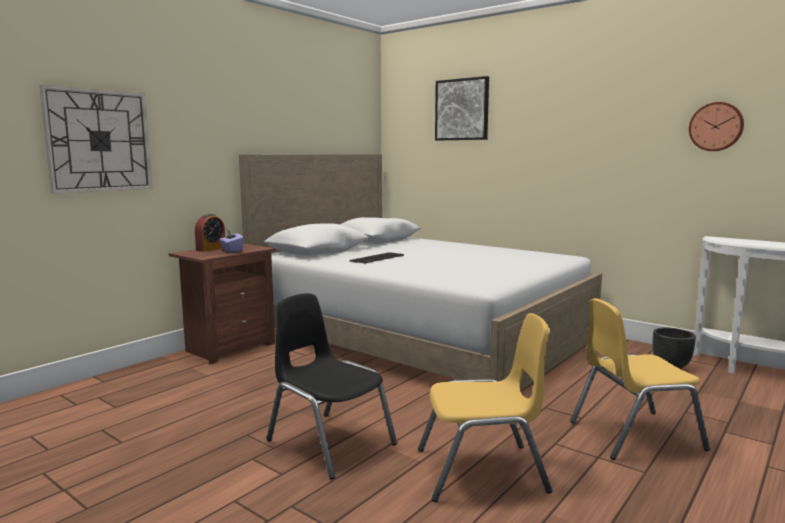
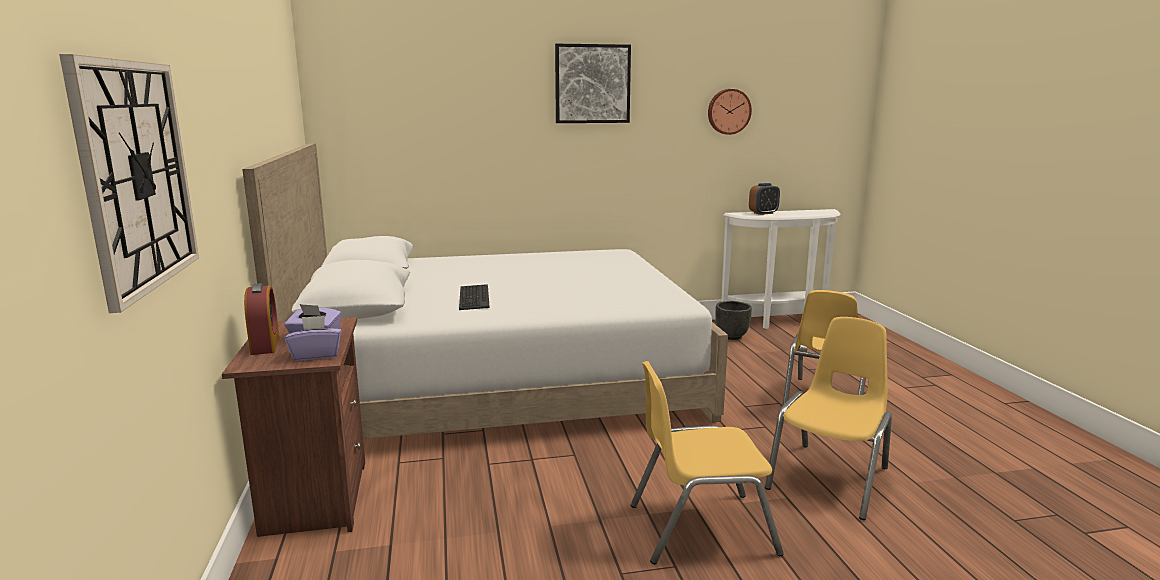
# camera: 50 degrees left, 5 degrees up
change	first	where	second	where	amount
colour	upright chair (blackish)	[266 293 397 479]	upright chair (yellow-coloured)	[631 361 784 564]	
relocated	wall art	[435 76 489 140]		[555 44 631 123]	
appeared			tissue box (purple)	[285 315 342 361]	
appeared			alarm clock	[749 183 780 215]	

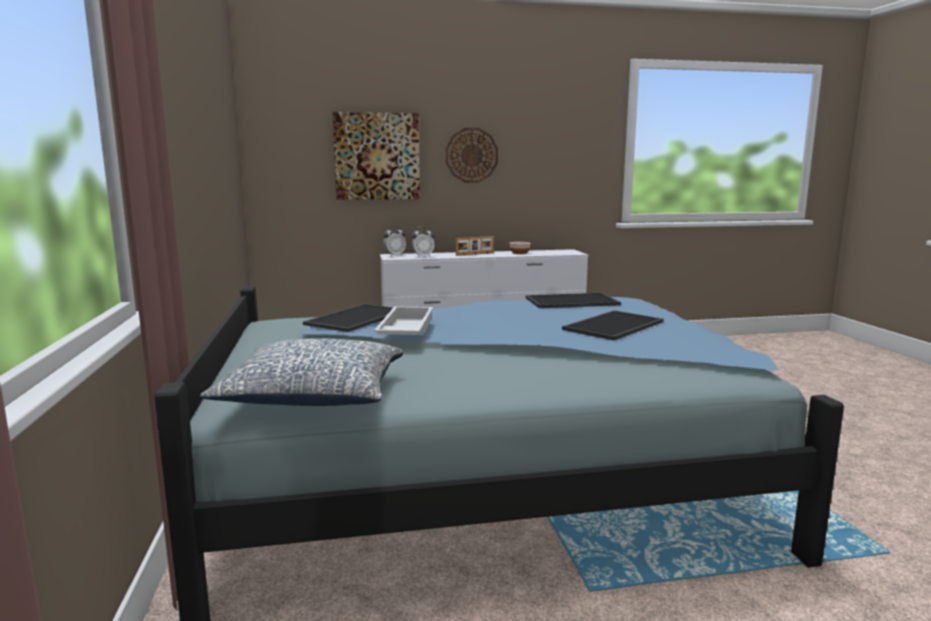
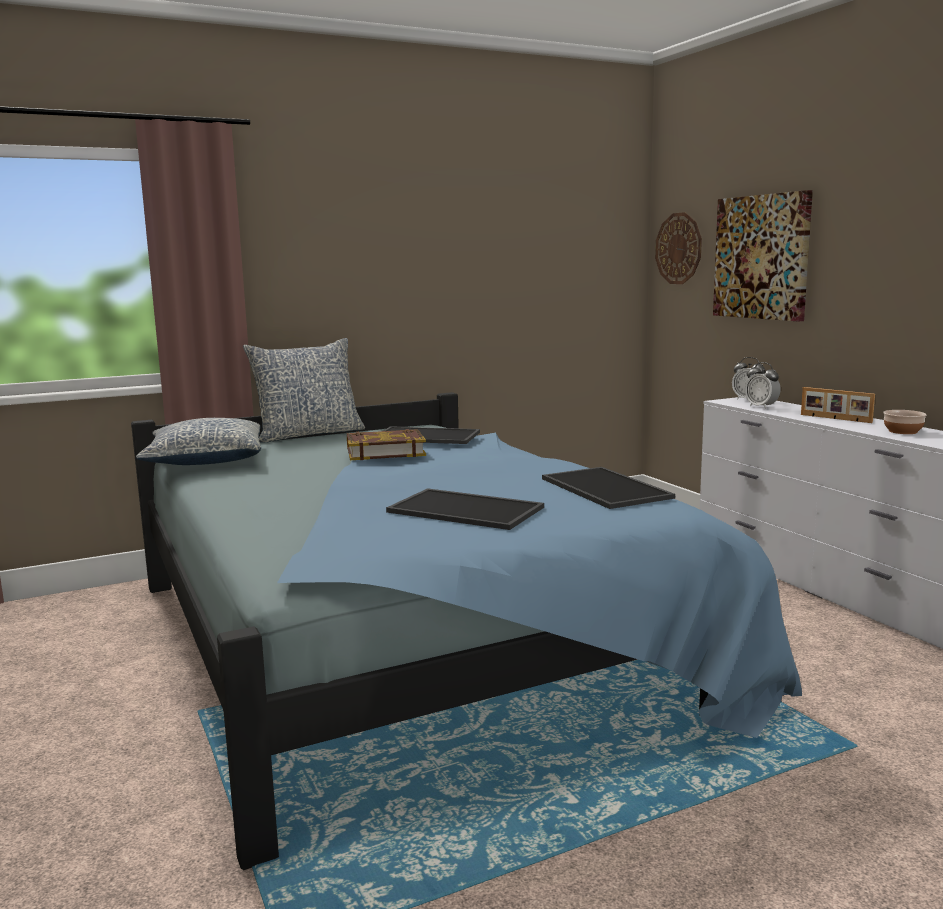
# camera: 75 degrees right, 0 degrees up
change	first	where	second	where	amount
exchanged	tray (white)	[374 306 433 335]	volume	[347 429 426 460]	
relocated	wall clock	[446 128 498 183]		[655 212 702 284]	
appeared			throw pillow	[243 338 365 443]	

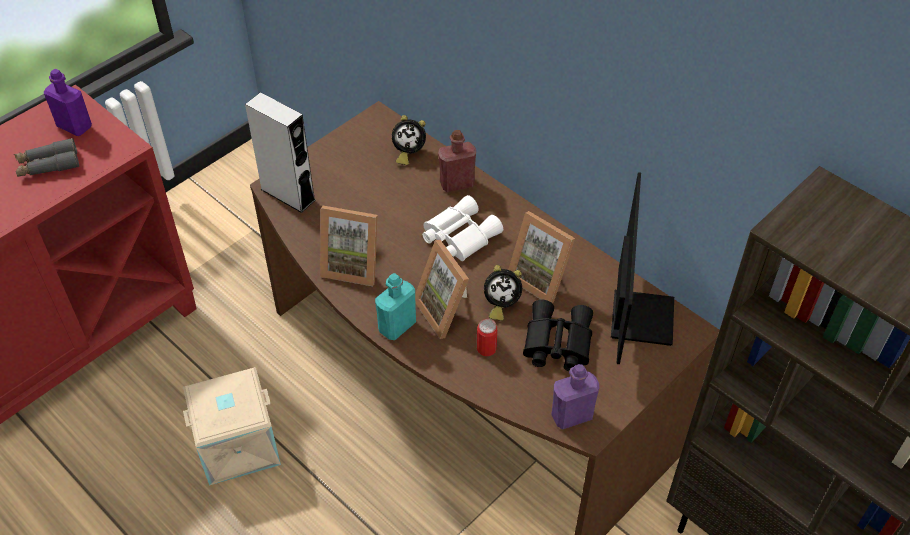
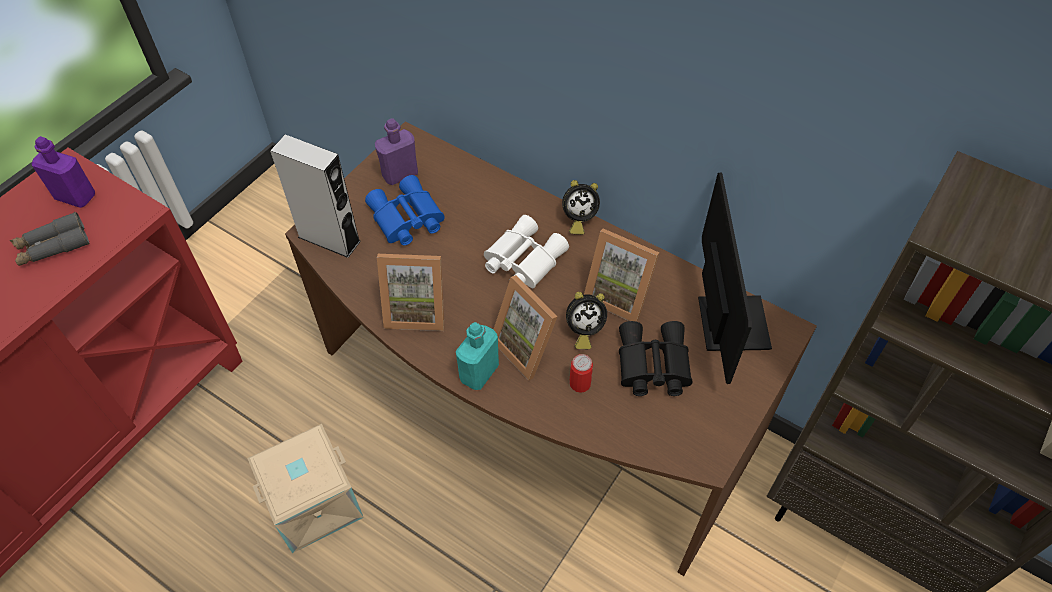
# camera: 10 degrees left, 5 degrees up
change	first	where	second	where	amount
relocated	alarm clock	[392 115 426 165]		[562 180 600 235]	
missing	bottle (red)	[438 130 476 192]			
relocated	bottle (purple)	[552 364 599 429]		[375 119 418 185]	
appeared			binoculars (blue)	[365 175 445 245]	

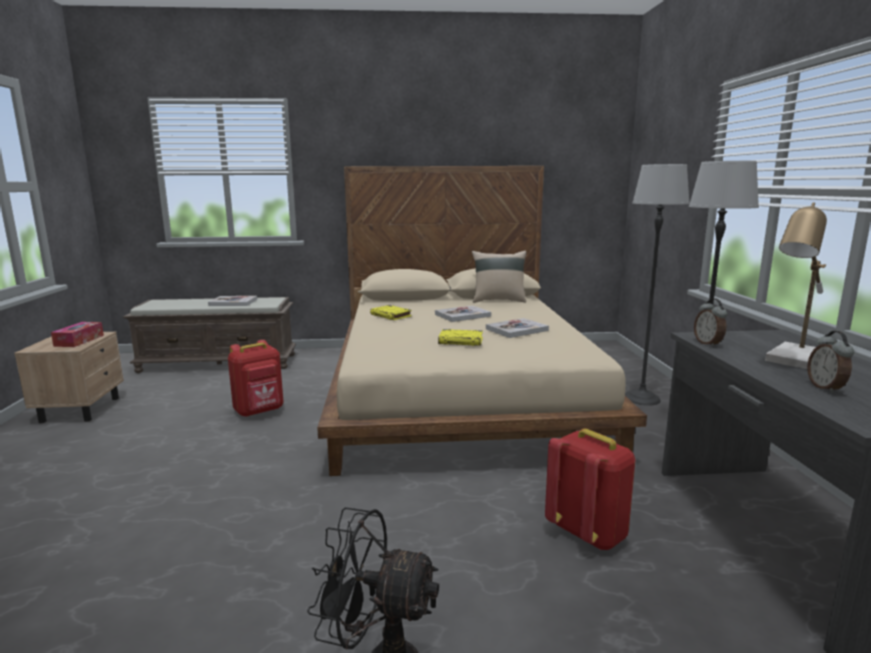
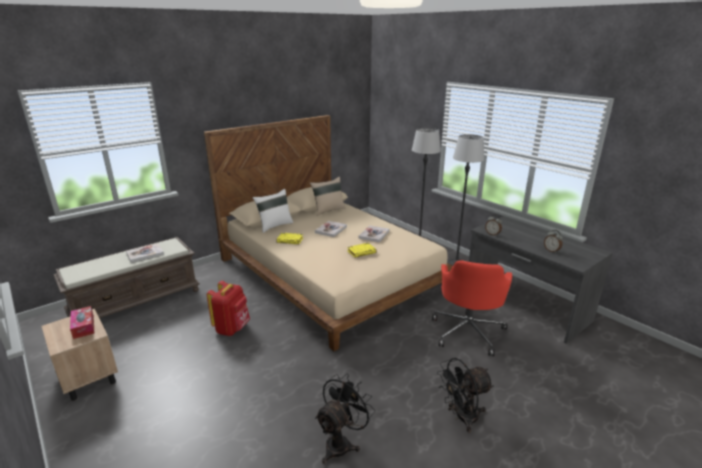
# camera: 35 degrees left, 10 degrees up
change	first	where	second	where	amount
exchanged	backpack (red)	[545 429 635 550]	office chair (red)	[432 260 512 356]	
missing	table lamp	[765 202 827 369]			
appeared			throw pillow (white)	[253 189 293 233]	
appeared			cooling fan (blackish)	[315 374 375 464]	

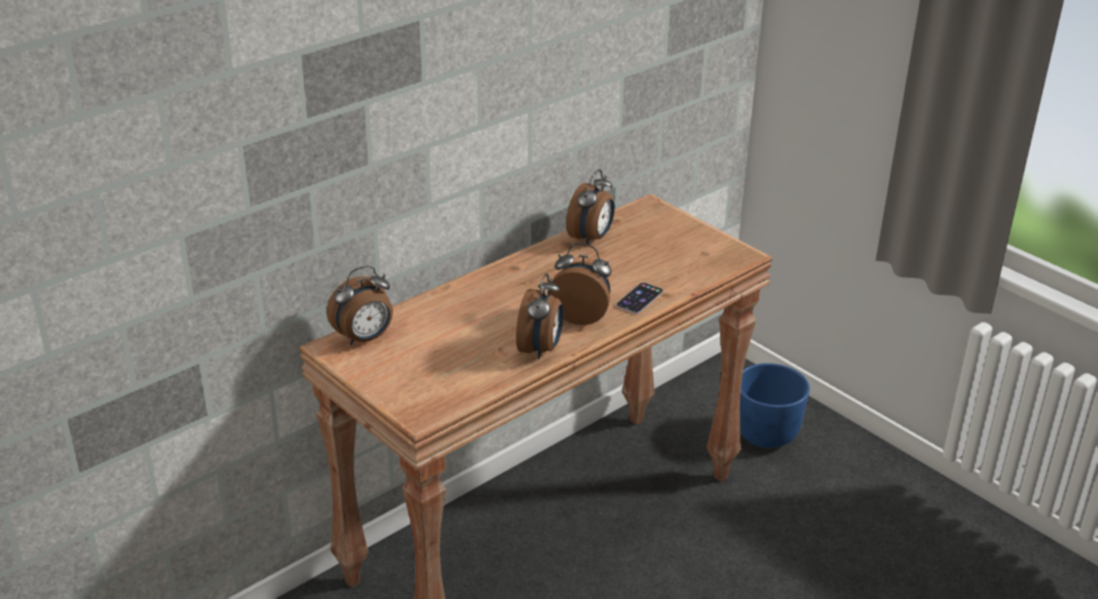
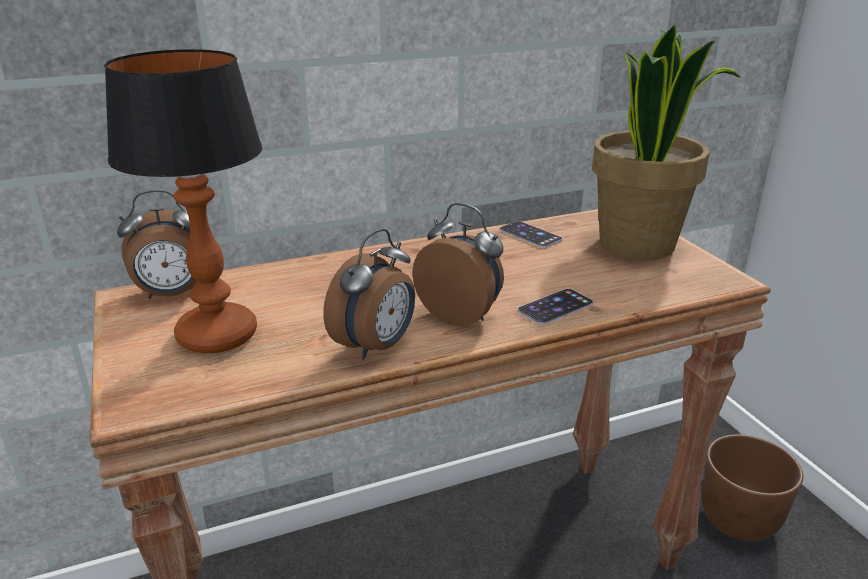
# camera: 20 degrees right, 5 degrees down
change	first	where	second	where	amount
exchanged	alarm clock	[566 169 615 244]	phone	[500 221 563 248]	
colour	plant pot (blue)	[740 363 810 448]	plant pot (brownish)	[701 434 803 542]	
appeared			table lamp	[104 49 262 353]	
appeared			houseplant	[592 25 741 261]	

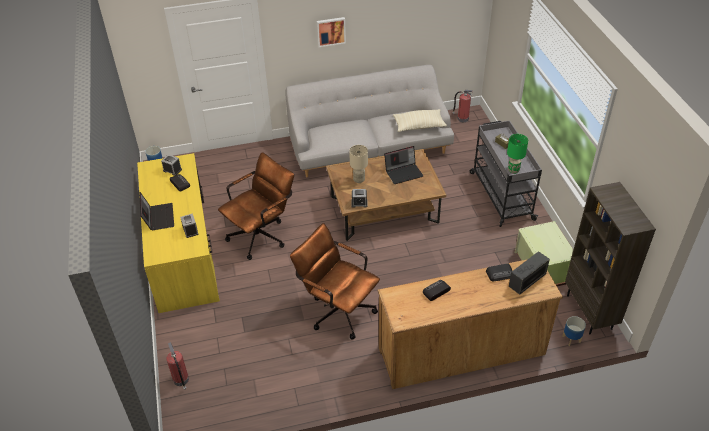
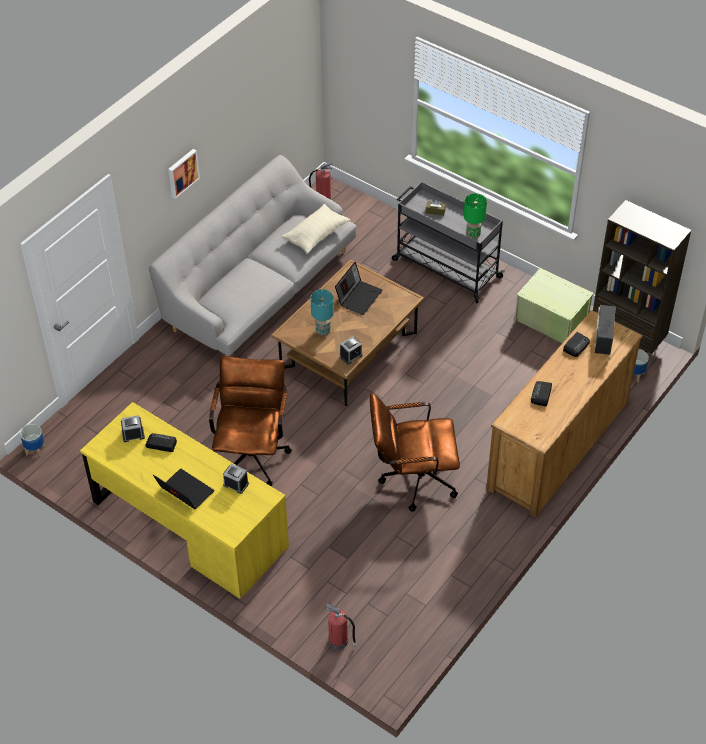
# camera: 40 degrees left, 5 degrees up
change	first	where	second	where	amount
colour	table lamp (beige)	[349 145 368 183]	table lamp (turquoise-coloured)	[311 289 334 336]	

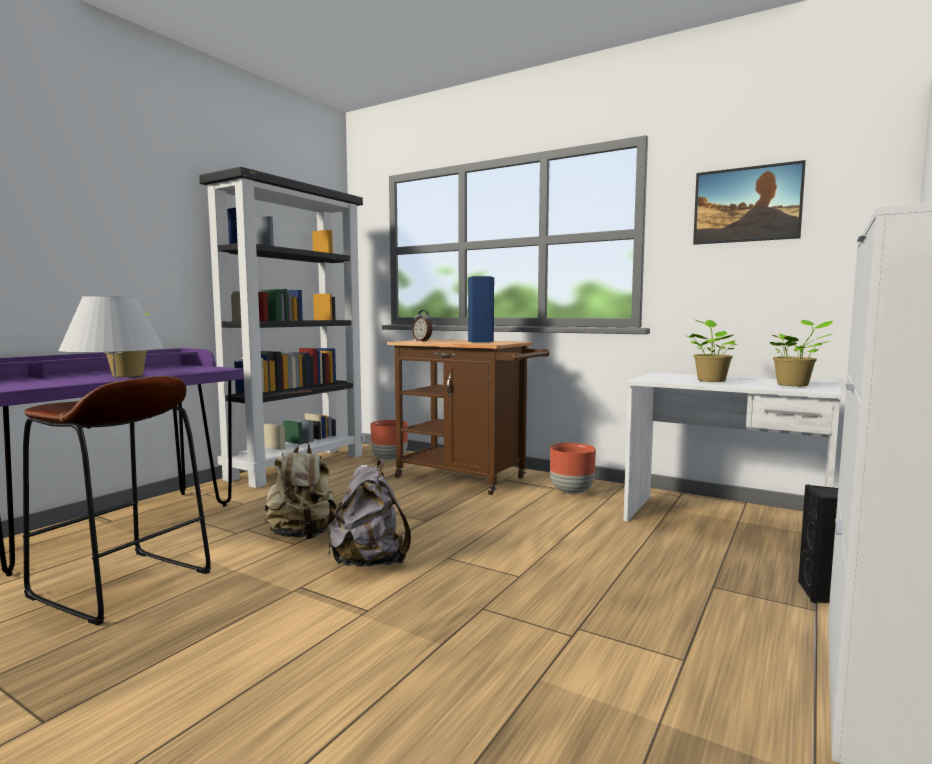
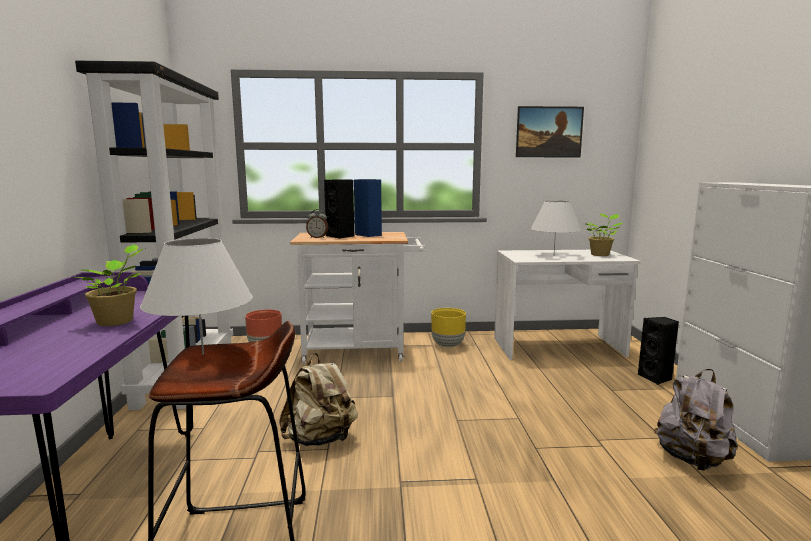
# camera: 35 degrees left, 5 degrees up
change	first	where	second	where	amount
relocated	backpack (greyish)	[328 460 411 567]		[654 369 738 471]	
colour	trolley (brownish)	[387 339 549 495]	trolley (white)	[290 232 426 364]	
colour	plant pot (brownish)	[550 443 596 494]	plant pot (yellow-coloured)	[431 308 466 348]	
exchanged	houseplant	[687 320 737 382]	table lamp (white)	[530 200 581 254]	
appeared			audio speaker (blackish)	[324 179 354 239]	

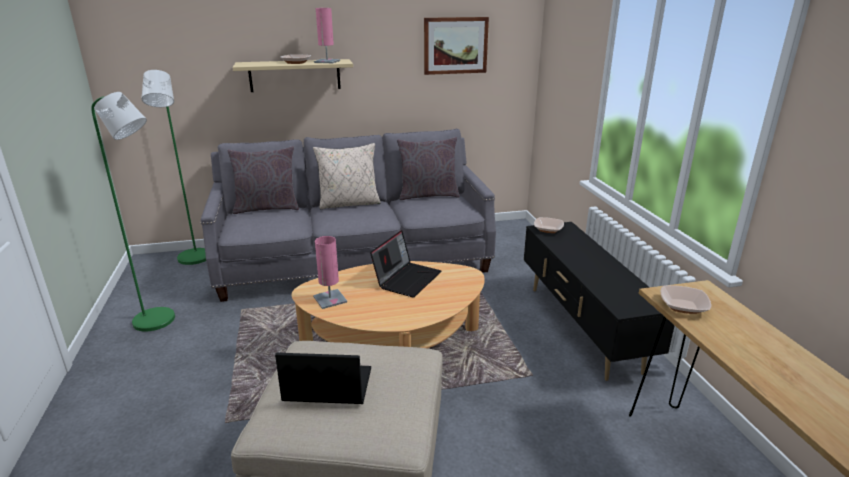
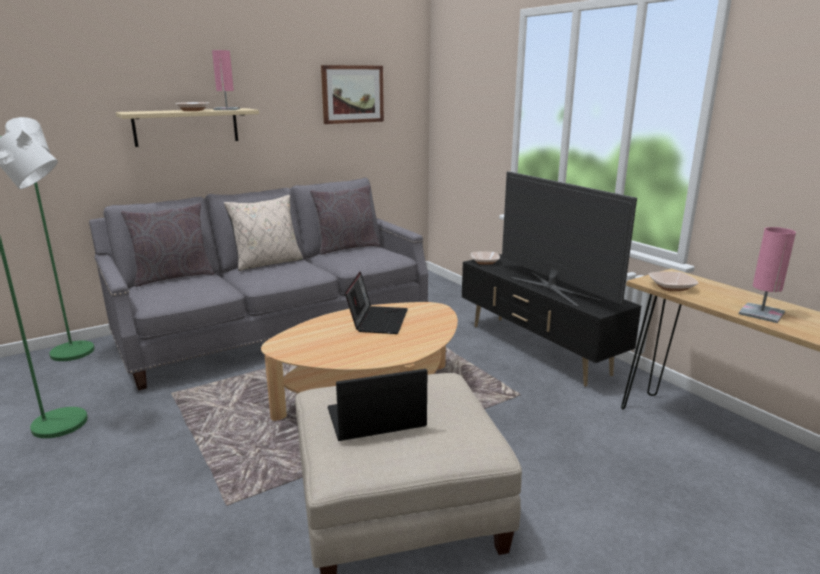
# camera: 20 degrees left, 5 degrees down
change	first	where	second	where	amount
relocated	table lamp (pink-coloured)	[313 236 347 309]		[739 227 796 323]	
appeared			TV	[502 171 637 307]	

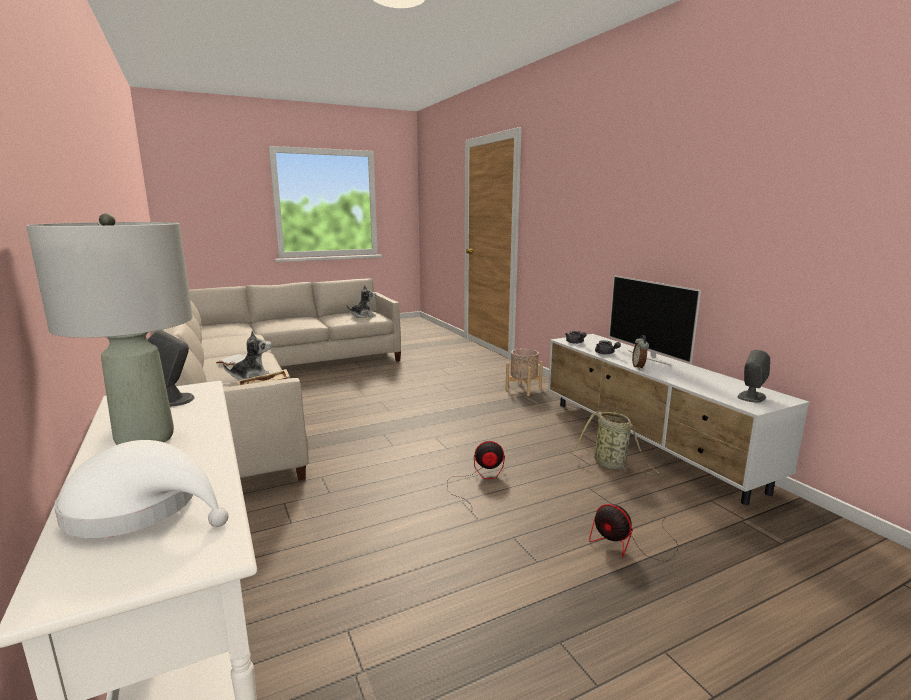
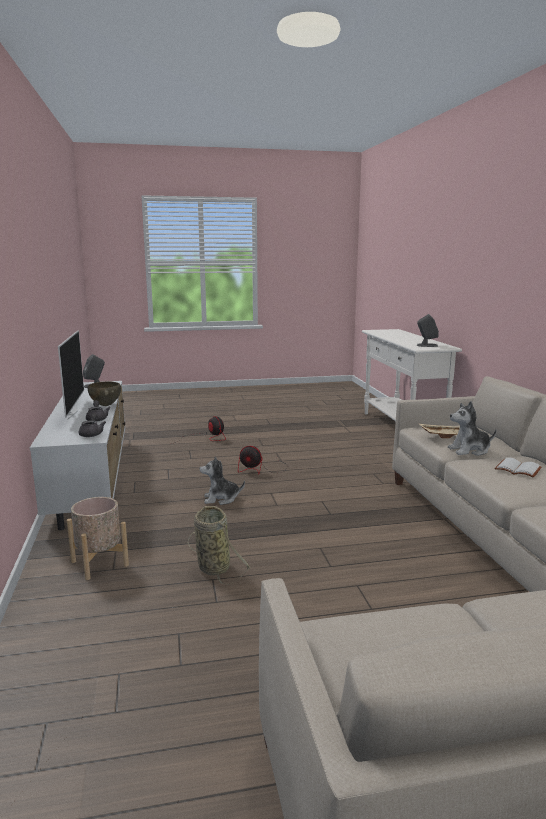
# camera: 165 degrees left, 0 degrees up
change	first	where	second	where	amount
missing	table lamp (greyish)	[26 213 193 445]			
missing	wearable hat (white)	[54 440 228 538]			
relocated	soft toy	[347 285 376 318]		[200 456 245 505]	
relocated	basket	[574 411 660 474]		[188 506 250 585]	
exchanged	alarm clock	[632 335 649 370]	serving bowl (brownish)	[88 381 121 406]	

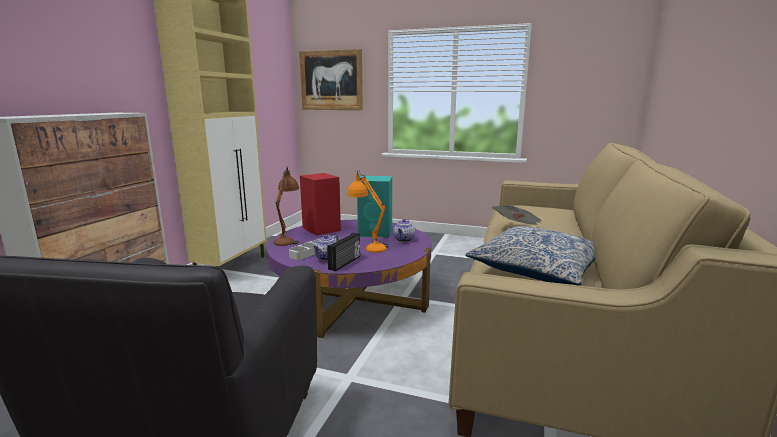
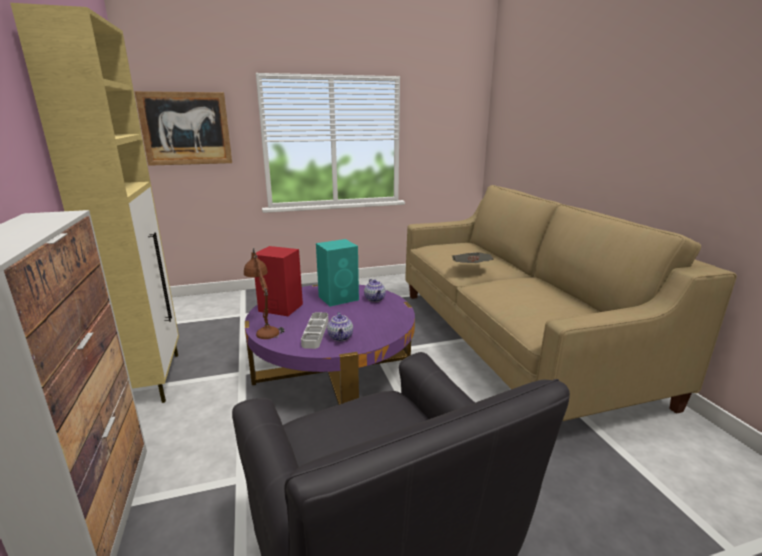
# camera: 35 degrees left, 5 degrees up
change	first	where	second	where	amount
missing	radio receiver	[327 233 360 271]			
missing	table lamp (orange-coloured)	[347 170 389 253]			
missing	throw pillow	[465 226 595 286]			

